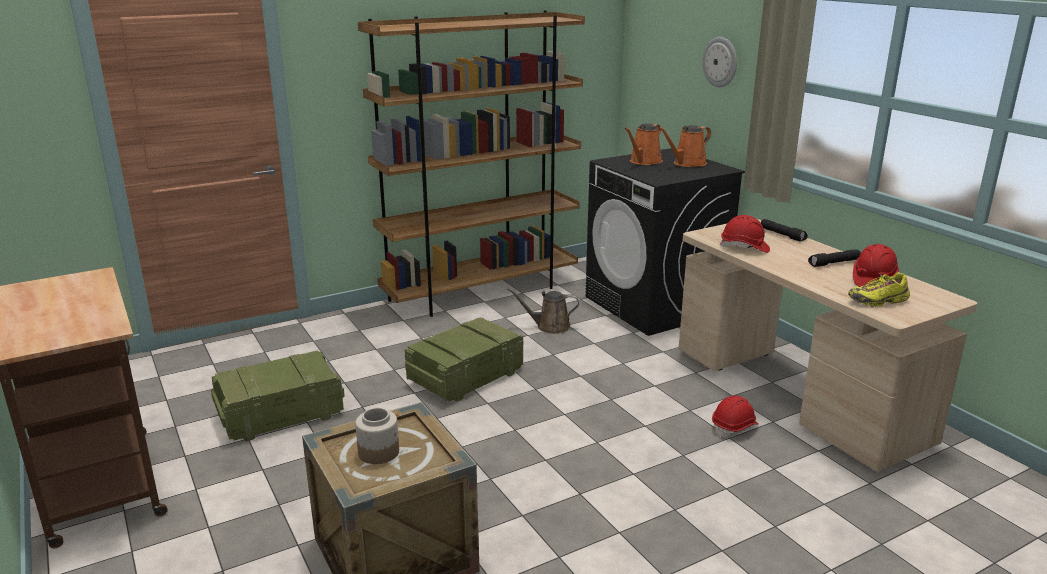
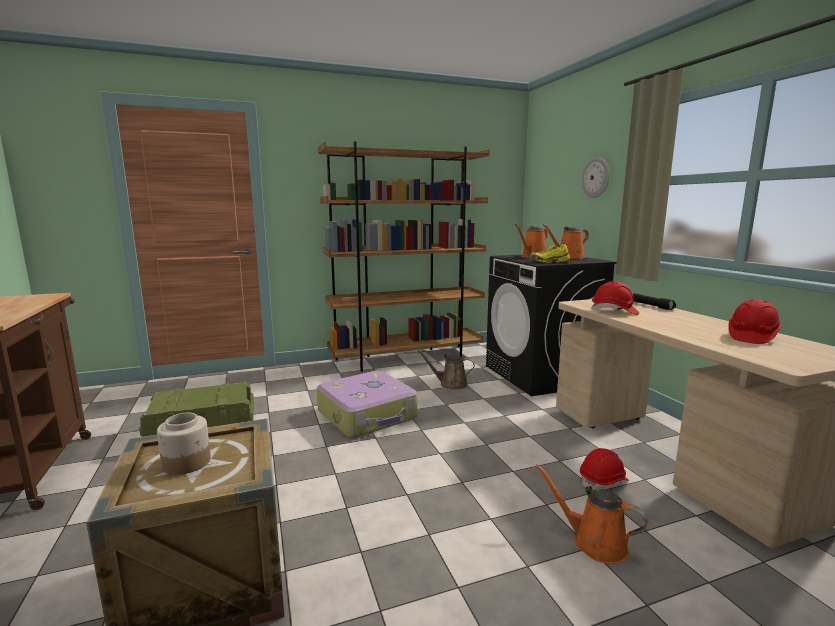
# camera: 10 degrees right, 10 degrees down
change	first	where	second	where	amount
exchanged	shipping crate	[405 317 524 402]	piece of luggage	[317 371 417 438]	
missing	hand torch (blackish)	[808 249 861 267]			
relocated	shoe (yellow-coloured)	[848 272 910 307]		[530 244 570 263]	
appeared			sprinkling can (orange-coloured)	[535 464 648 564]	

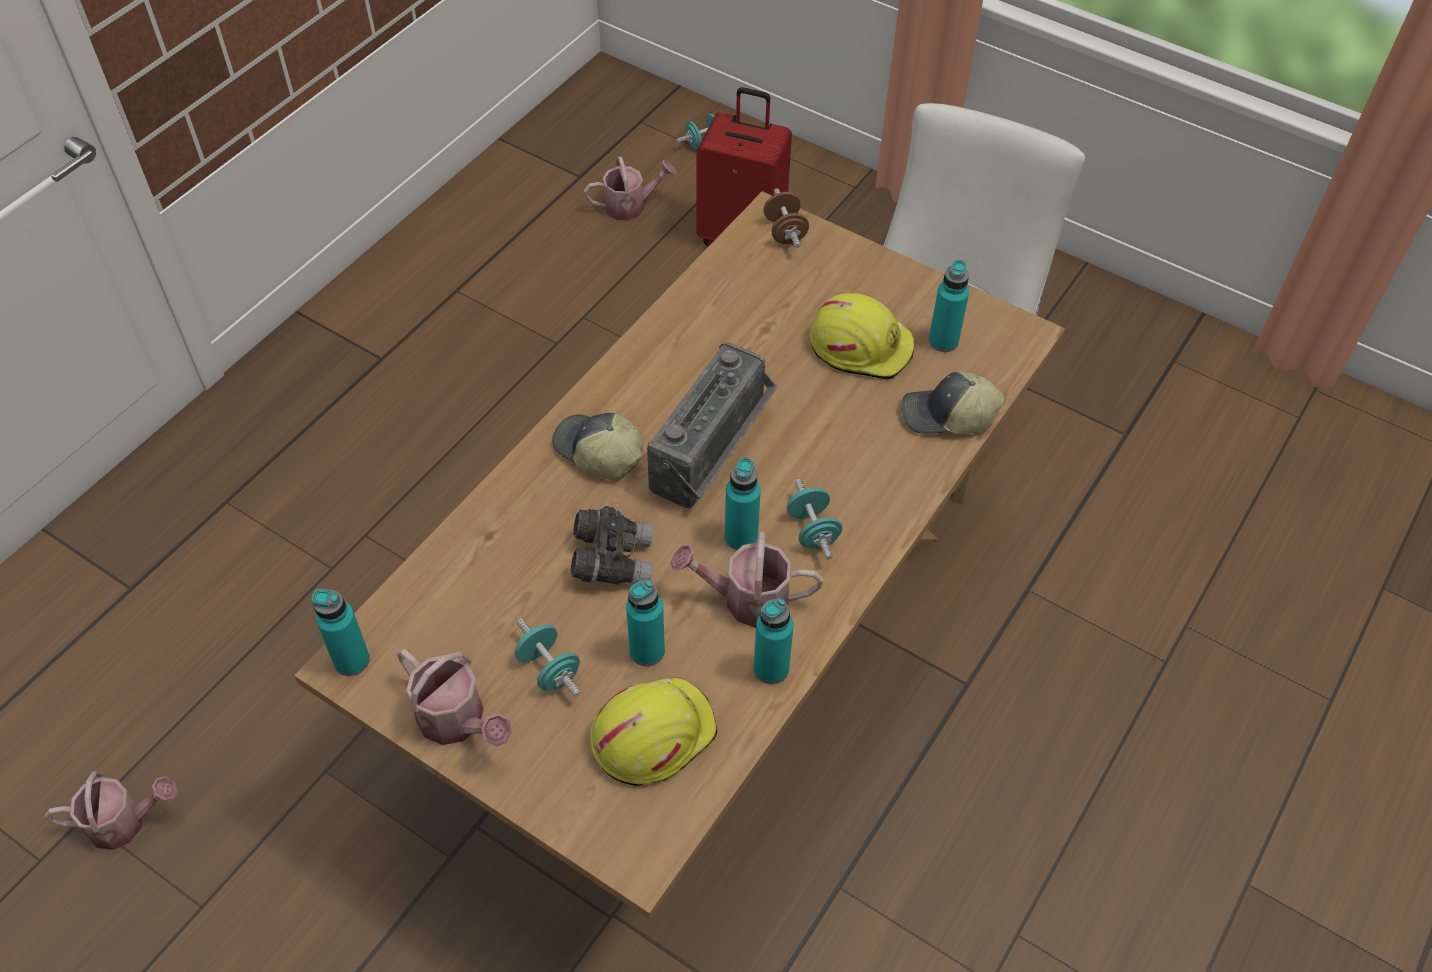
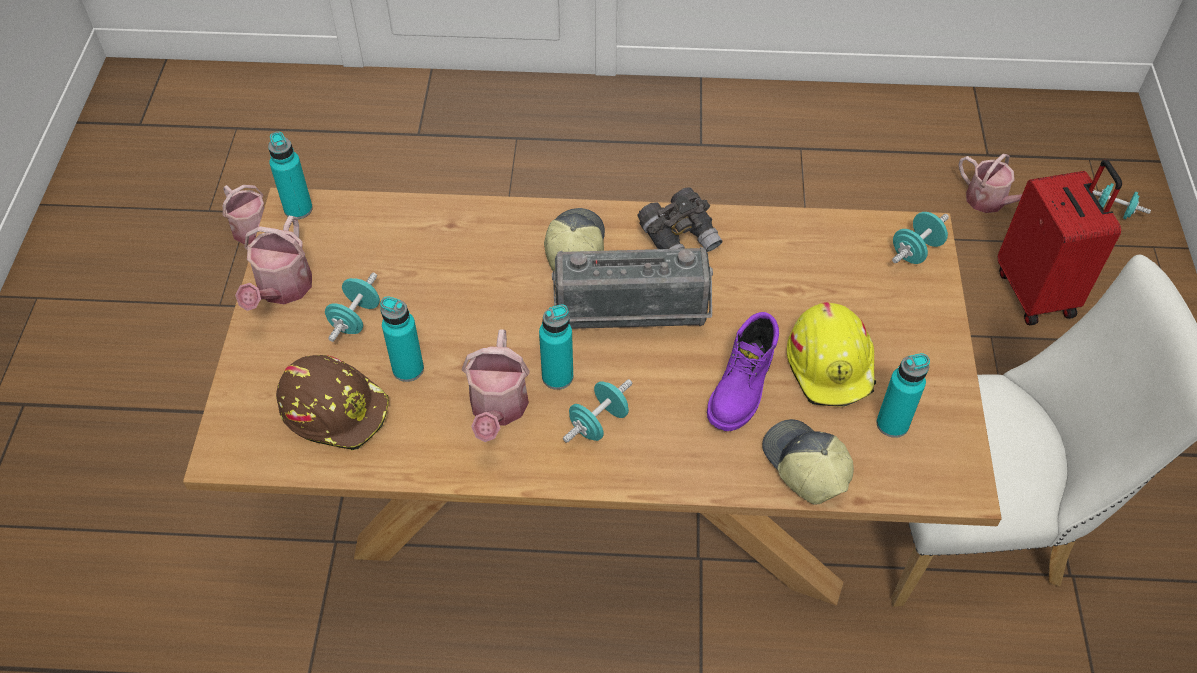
# camera: 60 degrees right, 0 degrees up
change	first	where	second	where	amount
relocated	binoculars (greyish)	[571 506 653 585]		[637 187 723 252]	
colour	hard hat (yellow-coloured)	[590 677 717 786]	hard hat (brownish)	[276 355 389 450]	
spun	sprinkling can	[671 532 823 628]		[462 329 530 442]	150 degrees counterclockwise
missing	bottle (turquoise-coloured)	[754 598 794 684]			
colour	free weight (brownish)	[764 189 809 248]	free weight (turquoise-coloured)	[892 212 949 264]	
appeared			boot (purple)	[707 312 779 431]	

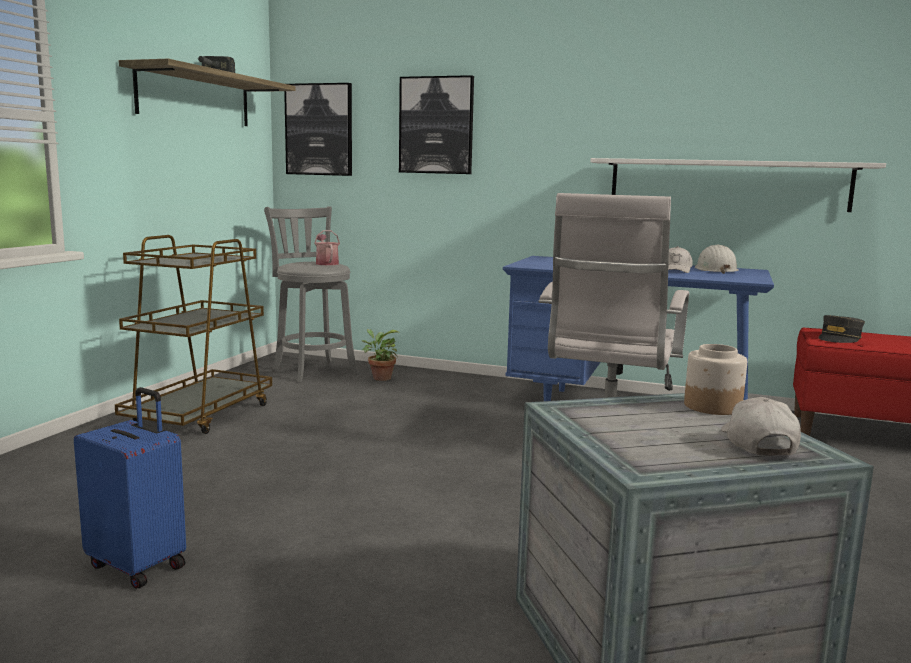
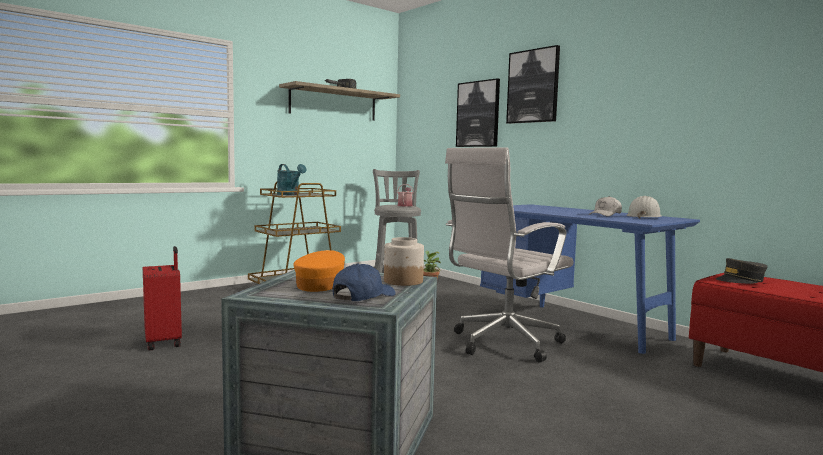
# camera: 30 degrees right, 5 degrees down
change	first	where	second	where	amount
colour	piece of luggage (blue)	[74 387 186 589]	piece of luggage (red)	[143 246 182 350]	
relocated	wall art	[284 83 352 176]		[506 45 560 124]	
missing	wall shelf (white)	[591 158 886 212]			
colour	baseball cap (white)	[721 397 801 456]	baseball cap (blue)	[332 263 396 301]	
appeared			sprinkling can (turquoise-coloured)	[277 164 307 195]	
appeared			baseball cap (orange-coloured)	[293 250 345 292]	

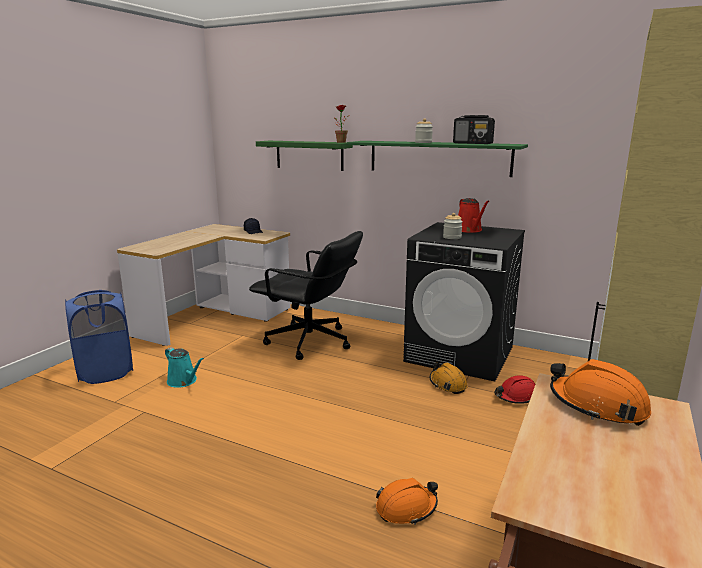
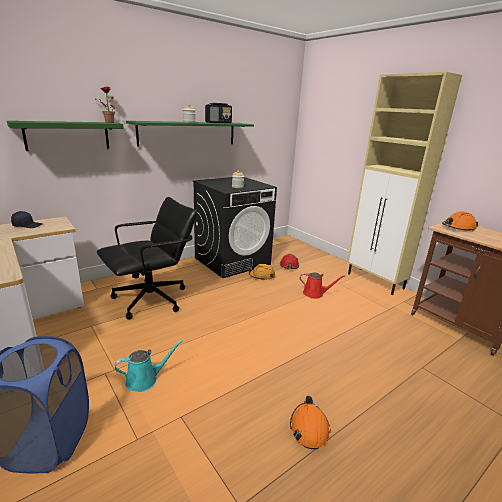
# camera: 65 degrees left, 5 degrees up
change	first	where	second	where	amount
relocated	hard hat (orange-coloured)	[376 478 438 525]		[290 396 331 449]	
relocated	sprinkling can (red)	[458 198 489 233]		[300 272 346 299]	

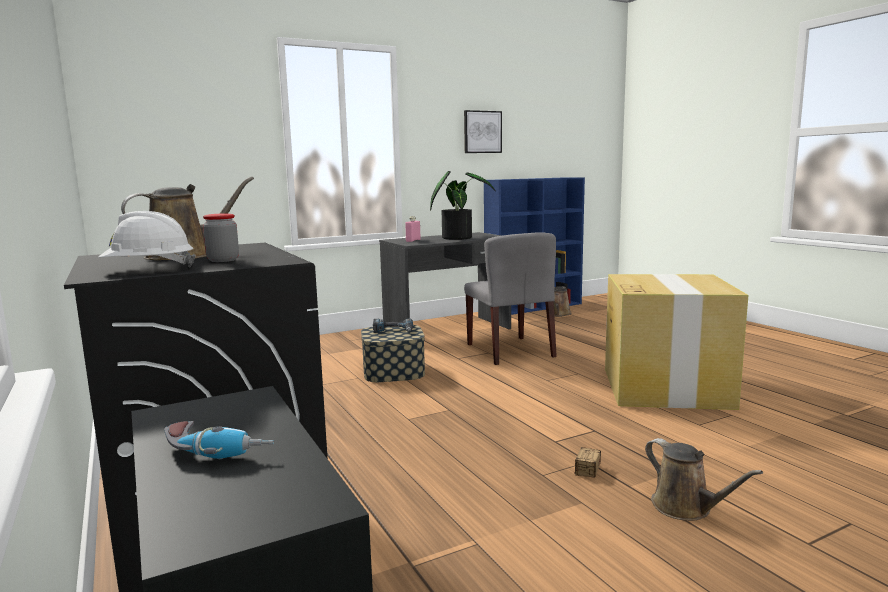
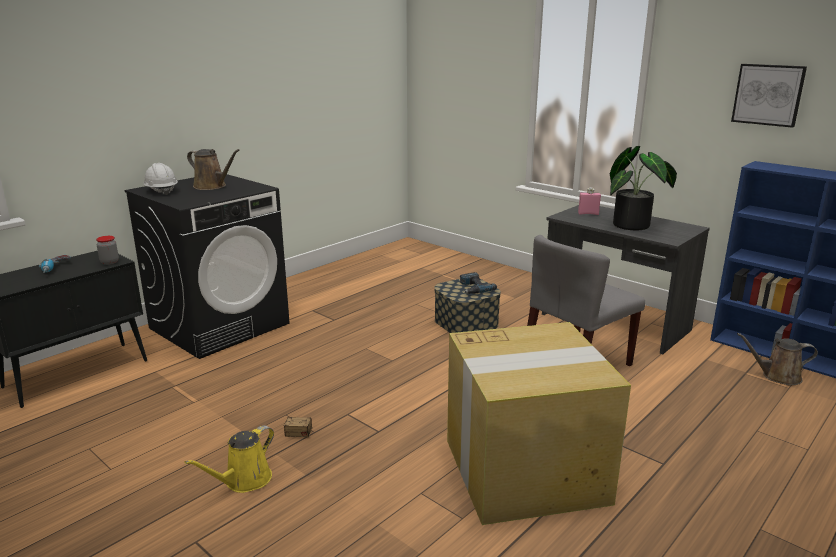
# camera: 70 degrees right, 10 degrees up
change	first	where	second	where	amount
relocated	preserve jar	[203 213 239 262]		[96 236 119 265]	
colour	sprinkling can (brownish)	[645 438 763 521]	sprinkling can (yellow-coloured)	[185 425 274 493]	

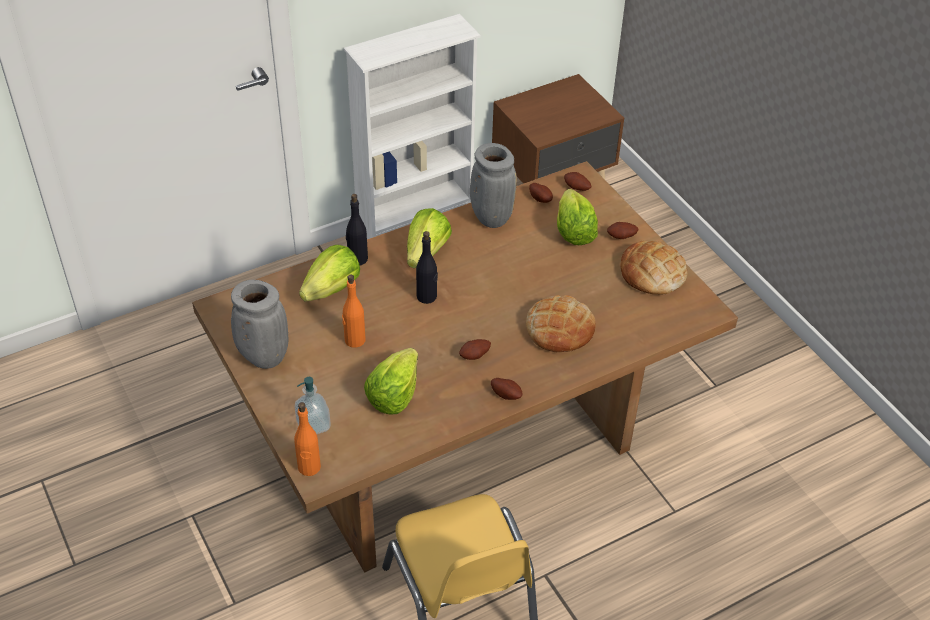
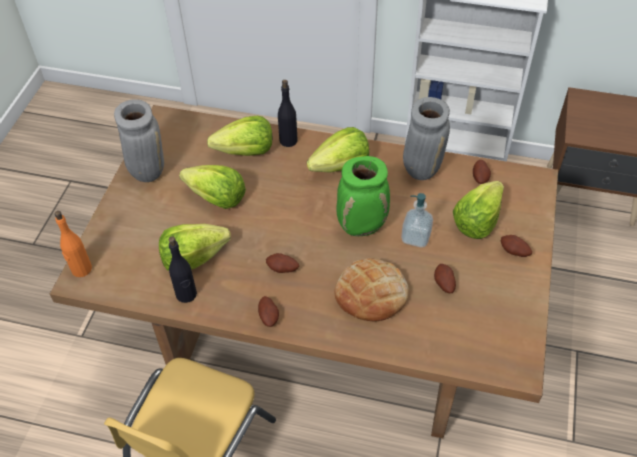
# camera: 45 degrees right, 5 degrees up
change	first	where	second	where	amount
relocated	soap bottle	[295 377 331 434]		[401 193 433 248]	
exchanged	bottle (orange-coloured)	[342 275 366 348]	lettuce head	[179 165 246 209]	
relocated	bottle (blackish)	[416 231 438 304]		[169 237 197 303]	
relocated	whole potato	[564 172 591 191]		[434 264 456 293]	
missing	bread	[620 241 688 294]			
appeared			flower vase (greenish)	[336 156 390 236]	

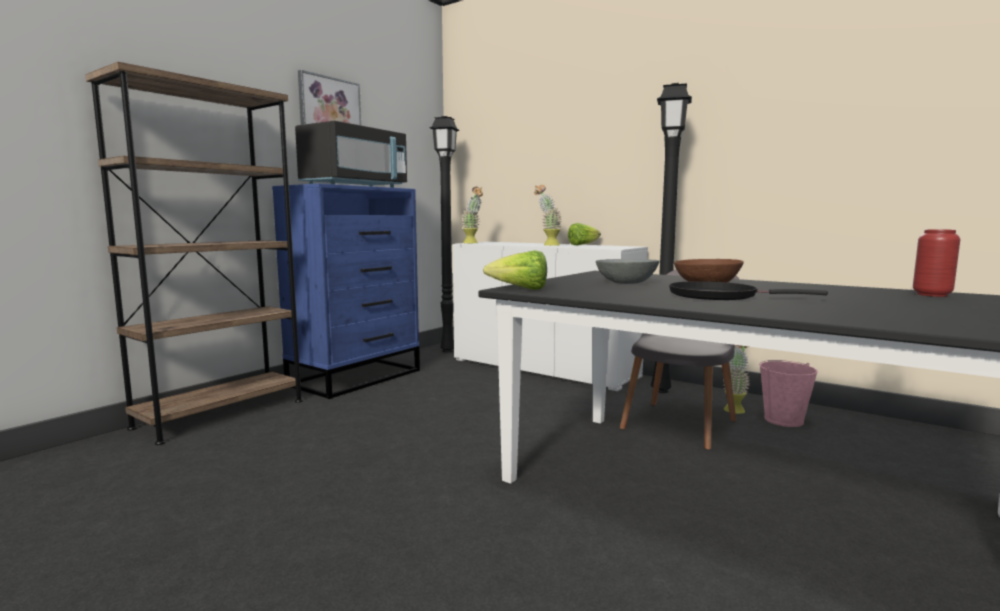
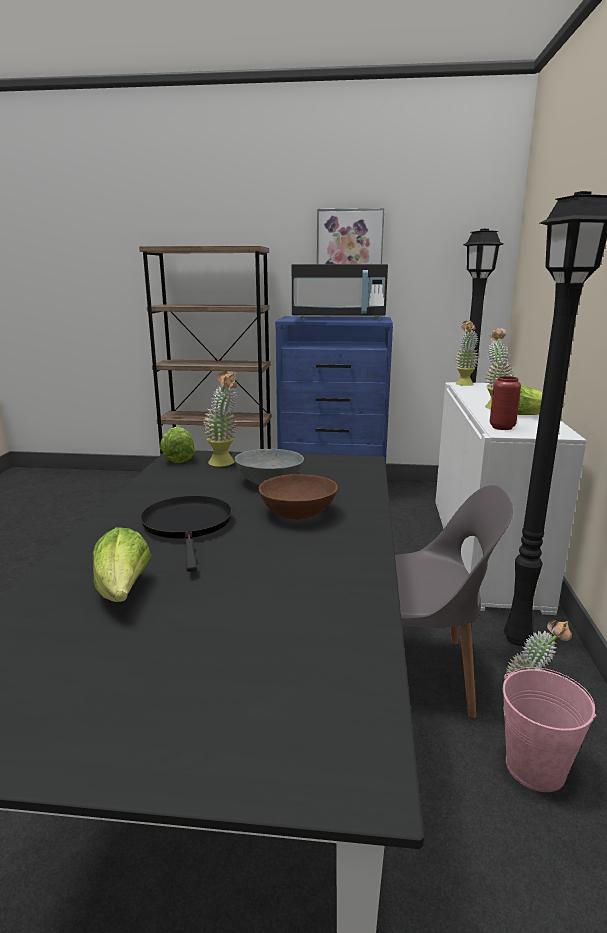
# camera: 60 degrees right, 10 degrees up
change	first	where	second	where	amount
relocated	flower vase (red)	[913 229 960 297]		[490 376 521 430]	
appeared			lettuce head	[93 527 151 602]	
appeared			houseplant	[203 370 238 466]	

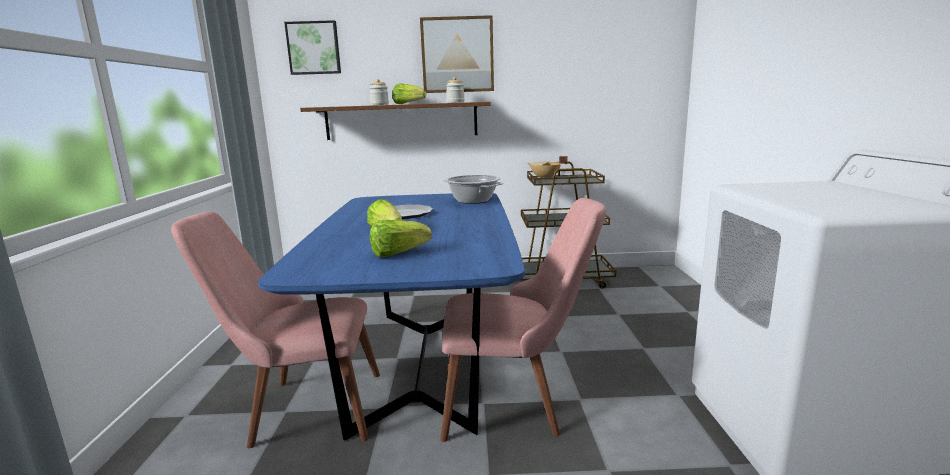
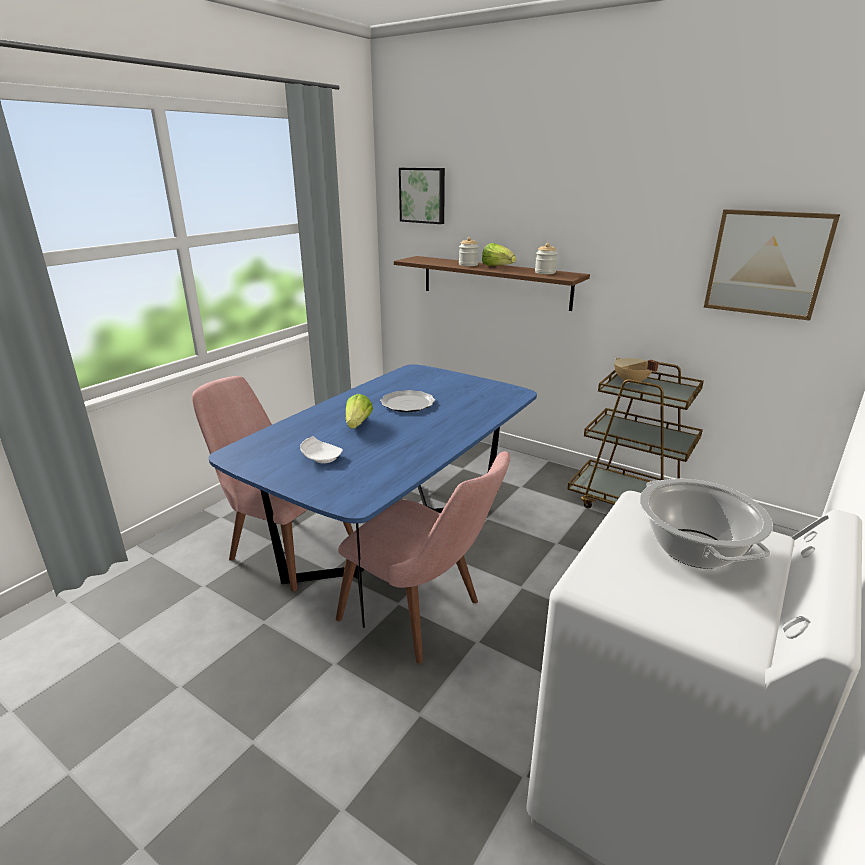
# camera: 35 degrees right, 10 degrees up
change	first	where	second	where	amount
exchanged	lettuce head	[370 220 432 257]	flat dish (white)	[300 436 343 463]	
relocated	wall art	[420 15 494 93]		[704 209 840 321]	
relocated	stockpot	[443 175 503 204]		[640 479 773 569]	

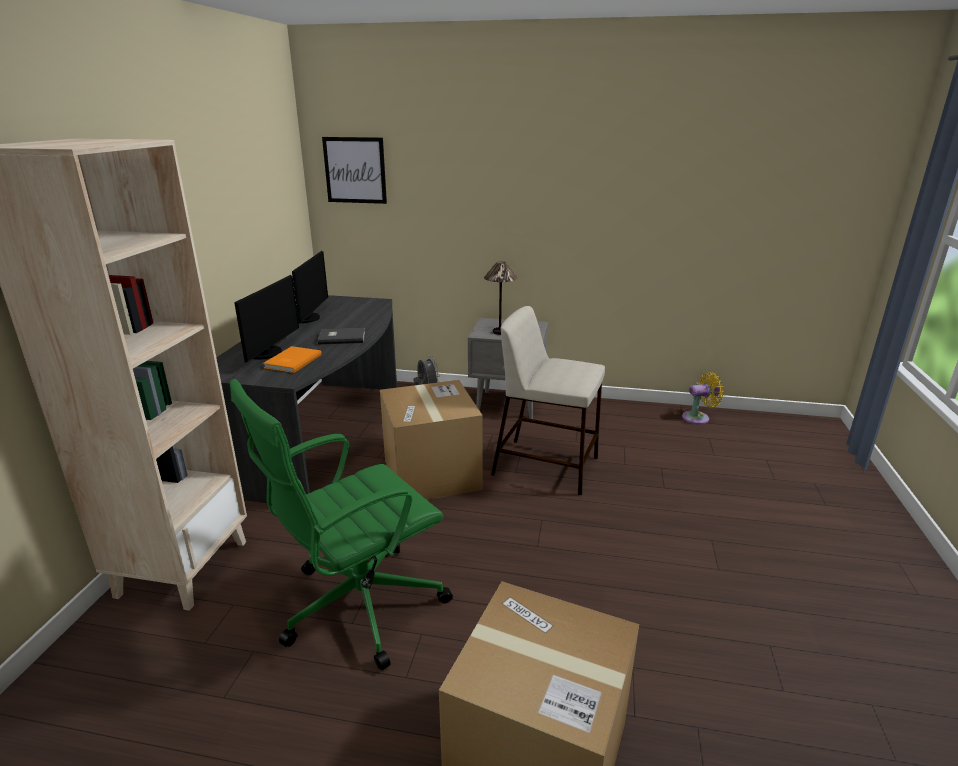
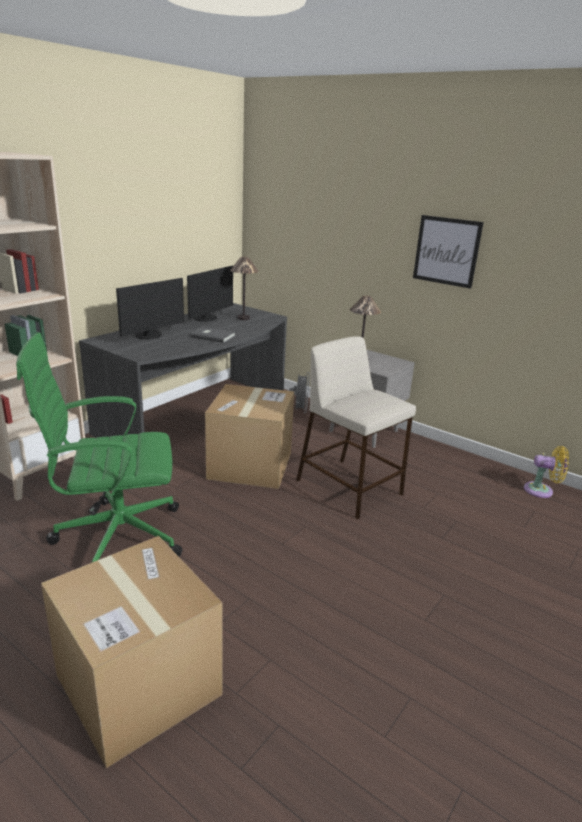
# camera: 25 degrees right, 0 degrees up
change	first	where	second	where	amount
missing	volume (orange-coloured)	[263 346 322 373]			
relocated	wall art	[322 137 387 204]		[413 215 484 289]	
appeared			table lamp	[230 257 259 320]	

